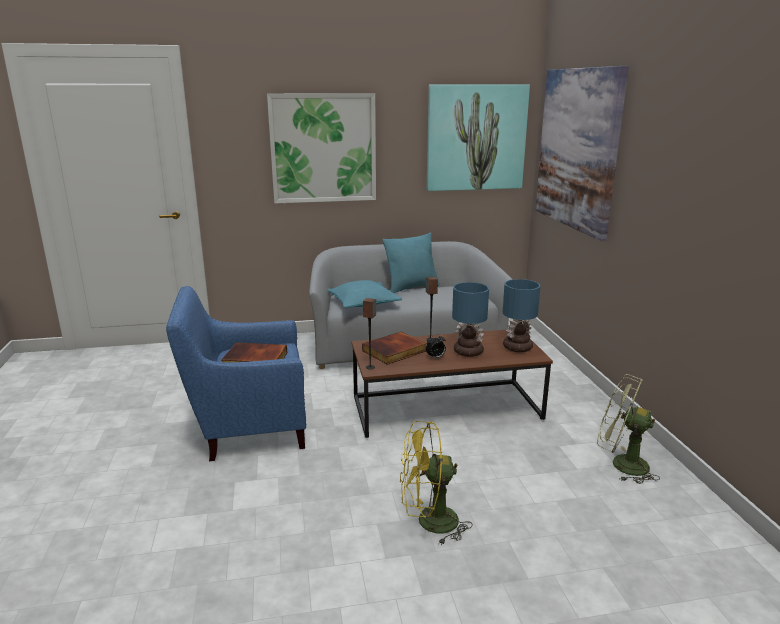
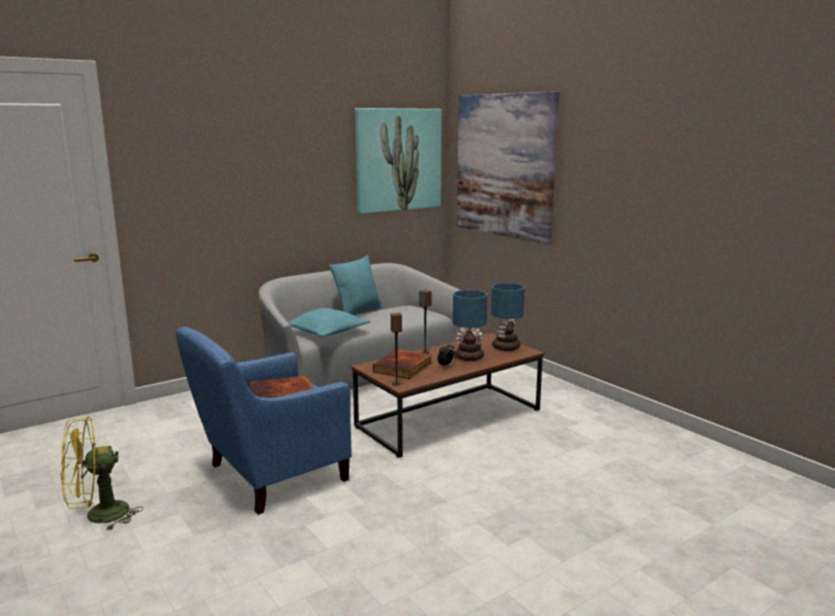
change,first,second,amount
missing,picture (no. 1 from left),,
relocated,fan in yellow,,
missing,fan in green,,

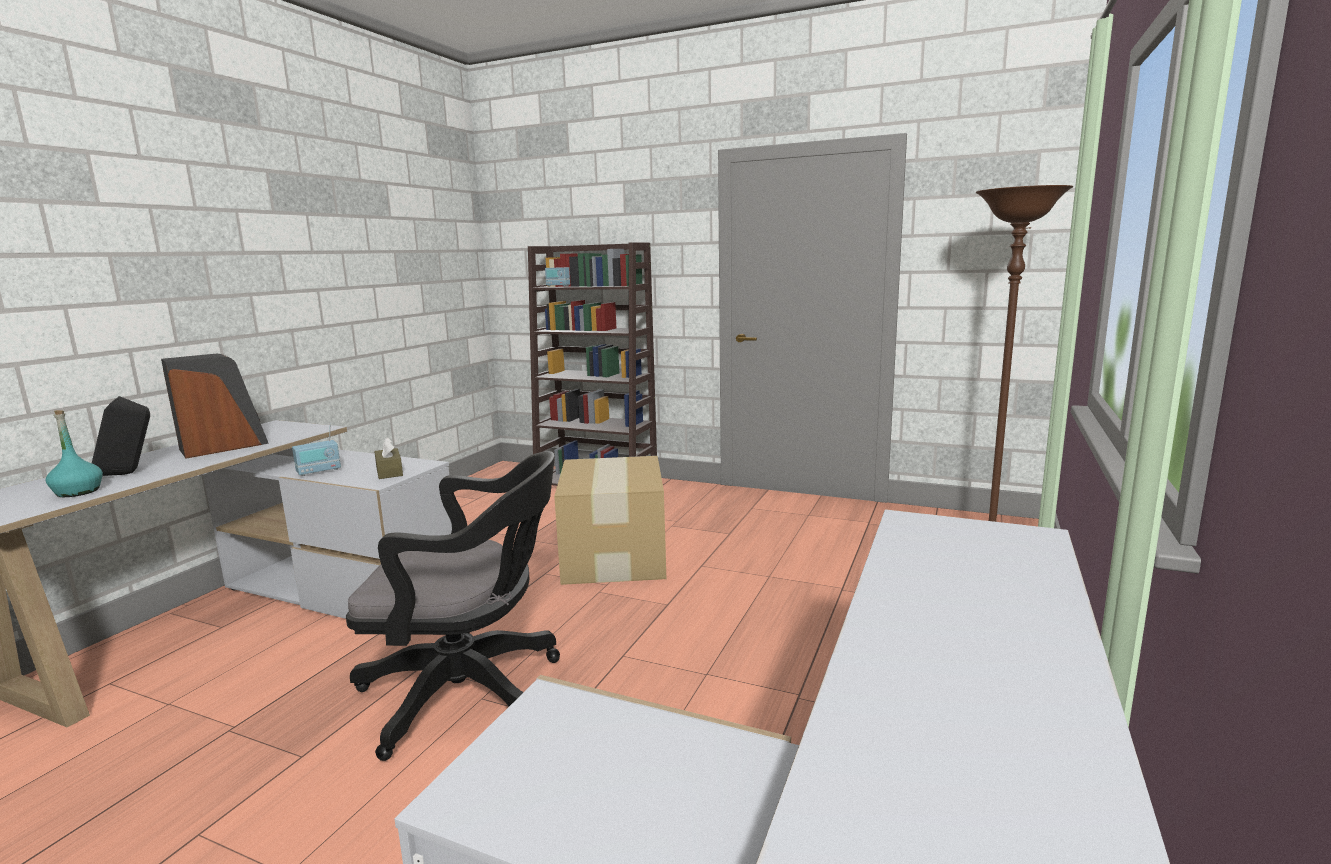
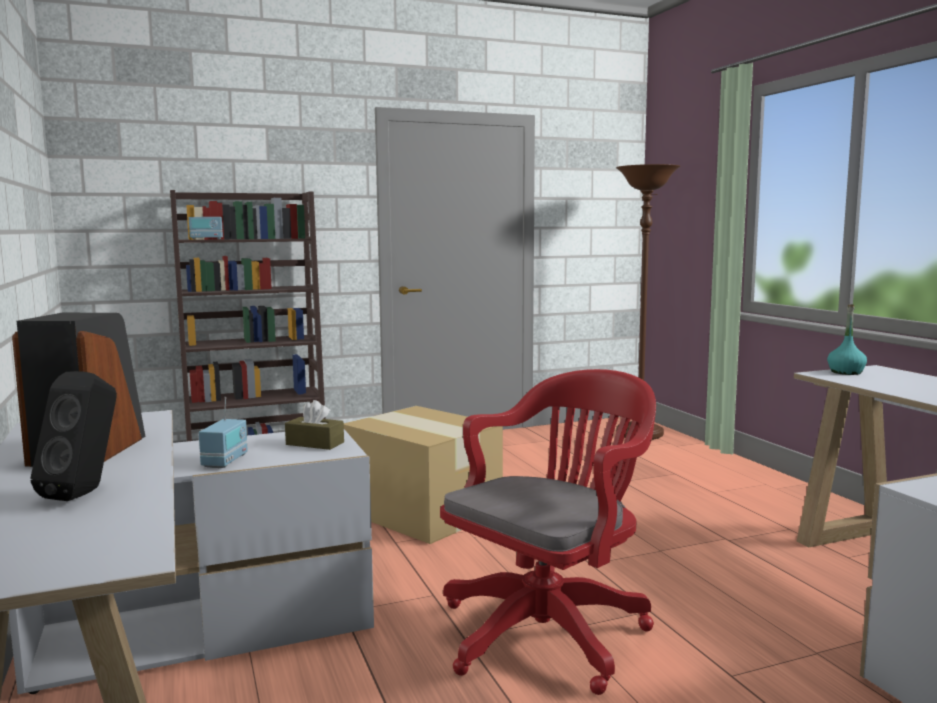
change,first,second,amount
relocated,bottle in turquoise,,
colour,office chair in black,office chair in red,

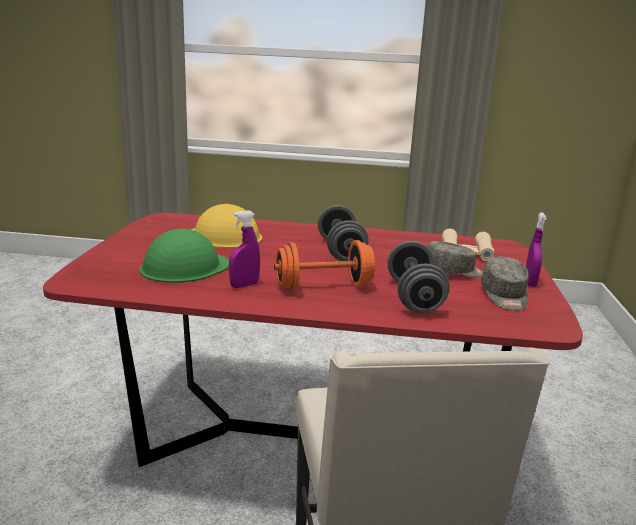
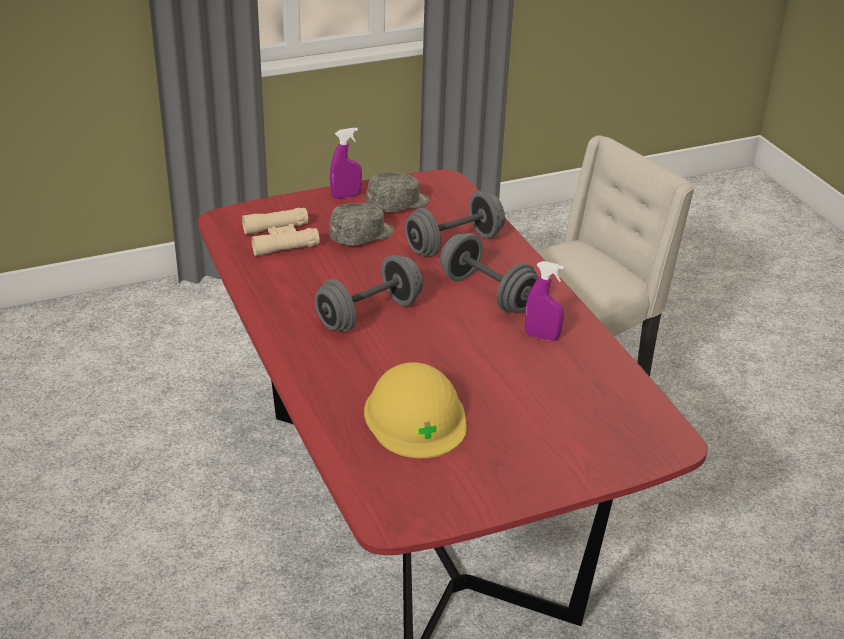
change,first,second,amount
missing,hard hat in green,,
colour,dumbbell in orange,dumbbell in grey (no. 3 from left),
spun,cap in grey (no. 1 from left),,90 degrees clockwise

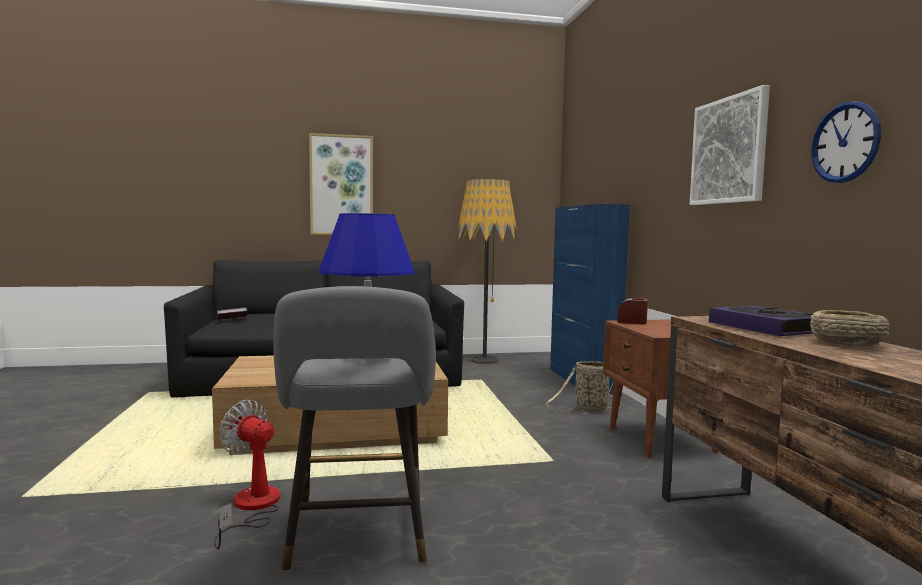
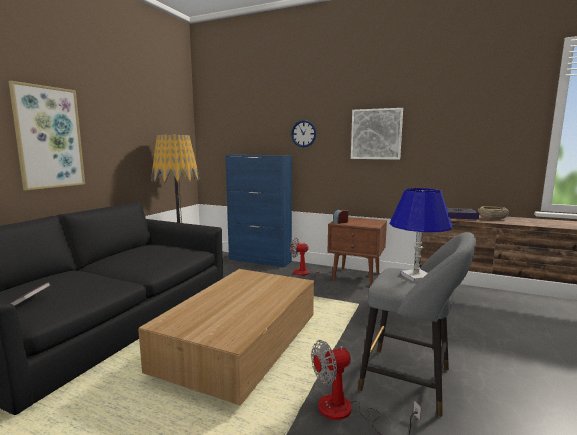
change,first,second,amount
exchanged,basket,fan (no. 1 from left),
relocated,wall clock,,

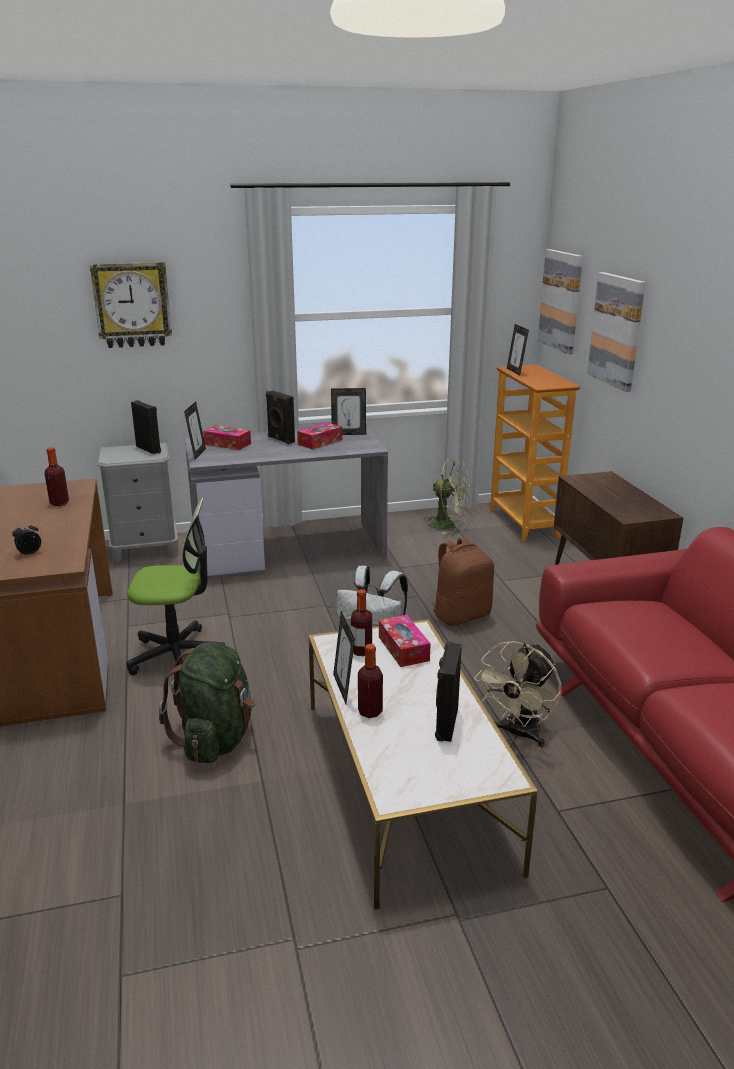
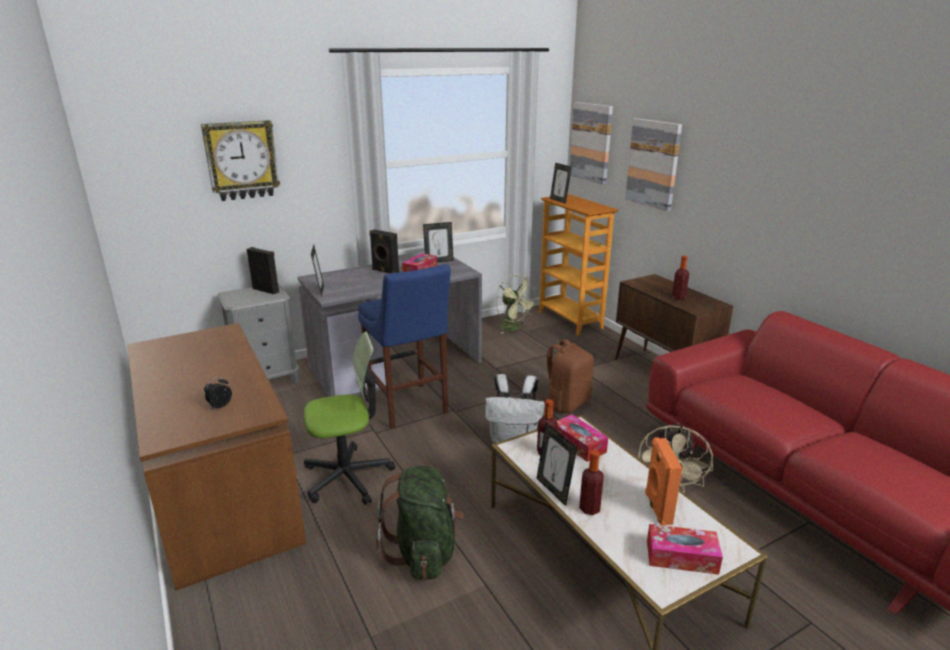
change,first,second,amount
relocated,bottle (no. 1 from left in the first image),bottle (no. 3 from left),
relocated,tissue box (no. 1 from left in the first image),tissue box (no. 3 from left),
spun,fan in green,,45 degrees clockwise
colour,speaker in black (no. 3 from left),speaker in orange,
appeared,,stool in blue,

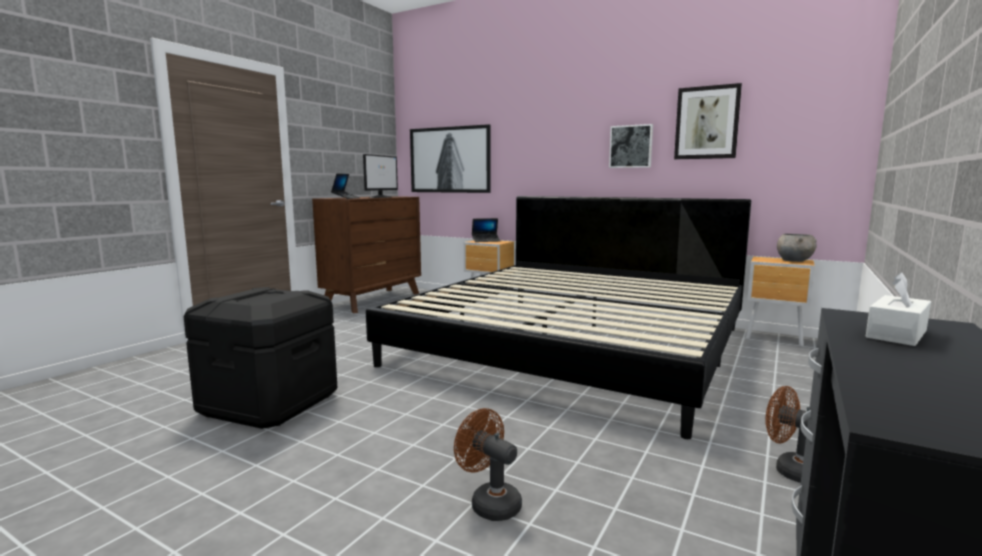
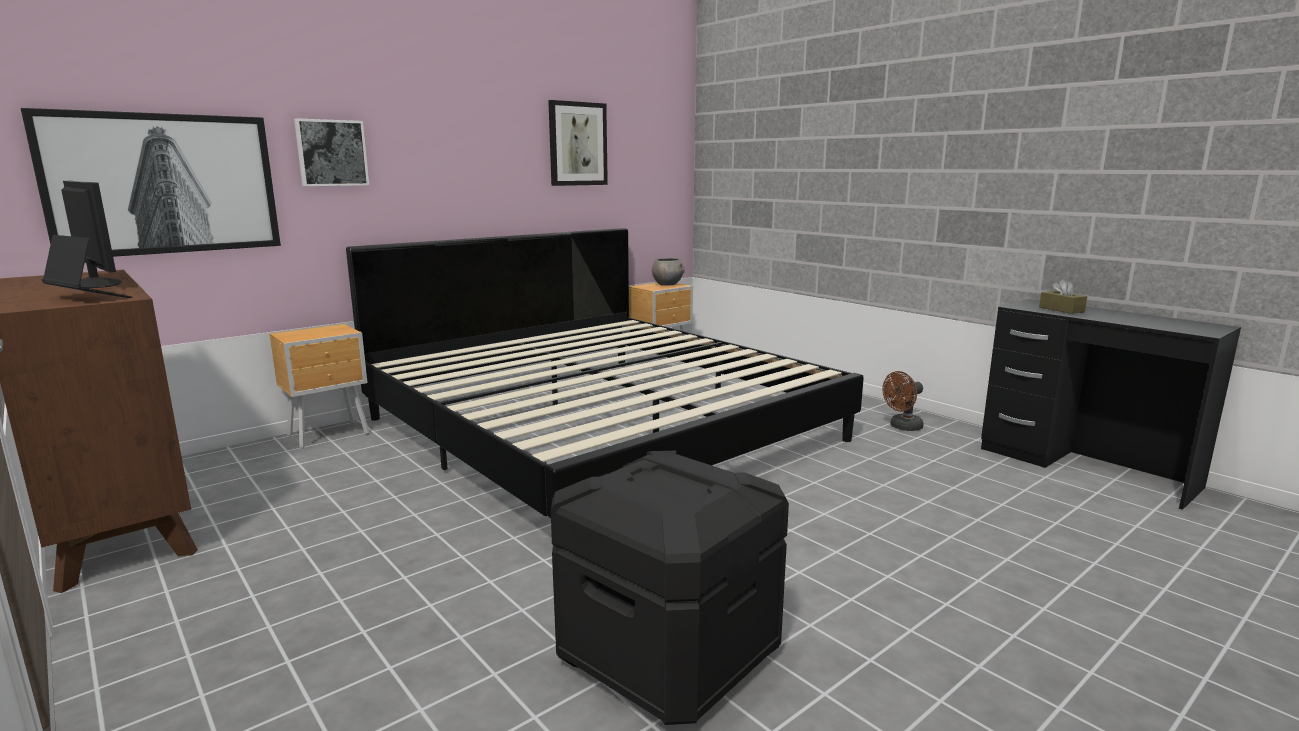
change,first,second,amount
missing,fan in brown (no. 1 from left),,
missing,laptop (no. 2 from left),,
relocated,picture (no. 2 from left),,
colour,tissue box in white,tissue box in brown,

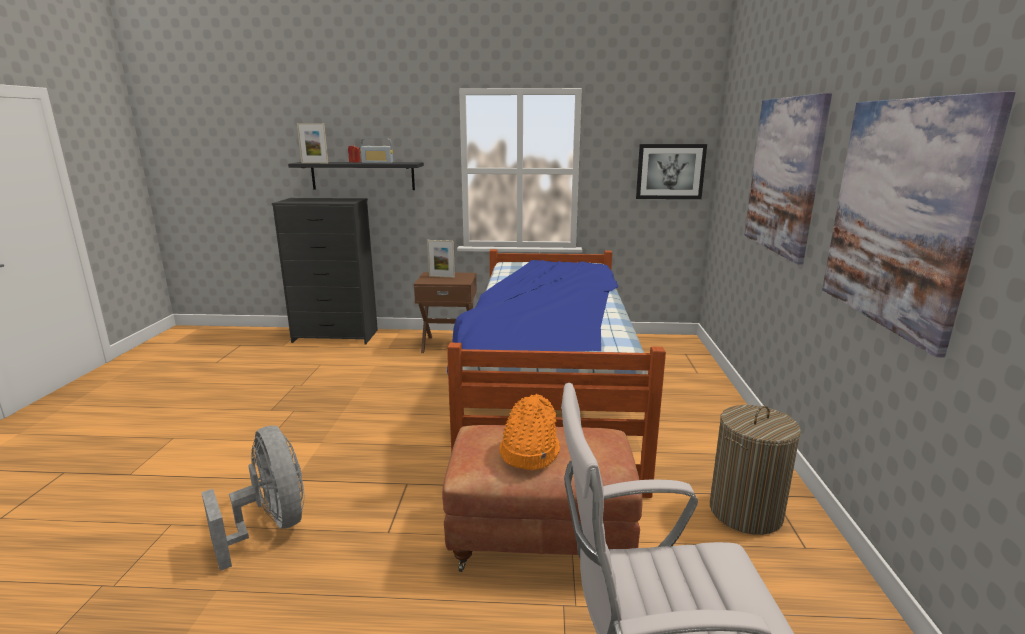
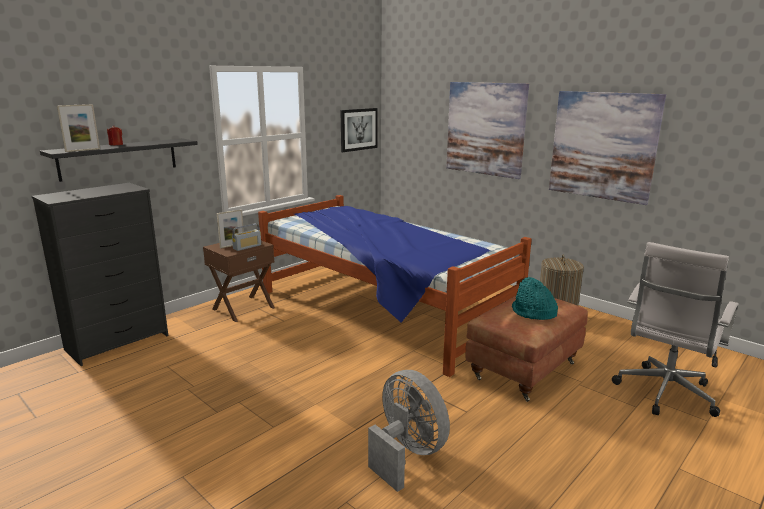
change,first,second,amount
spun,fan in grey,,45 degrees clockwise
relocated,radio,,
colour,hat in orange,hat in turquoise,

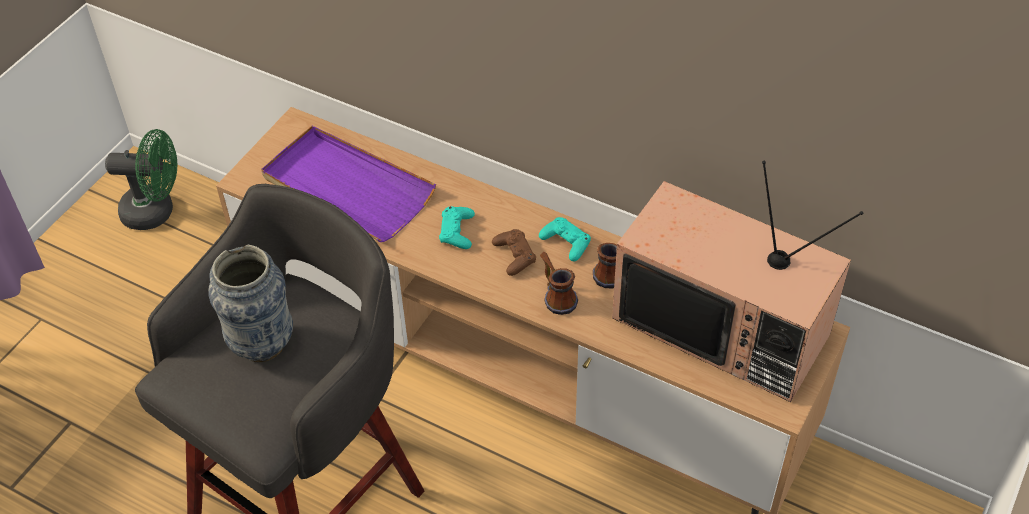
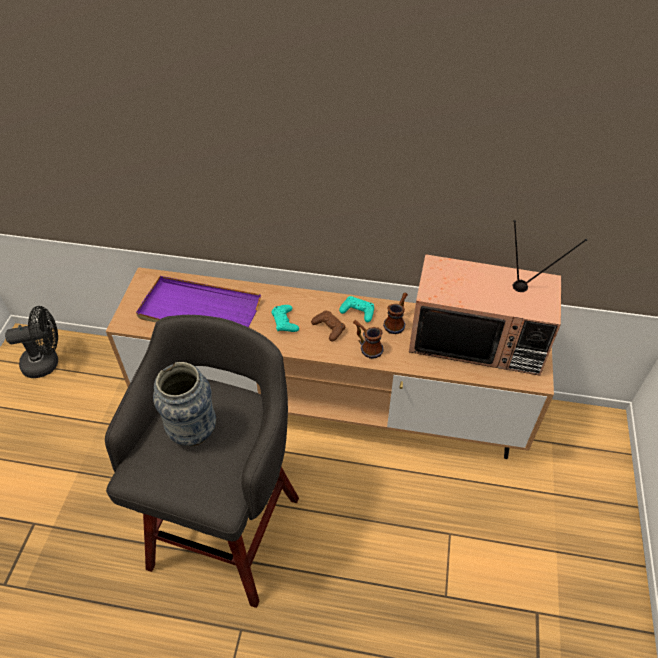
change,first,second,amount
colour,fan in green,fan in black,

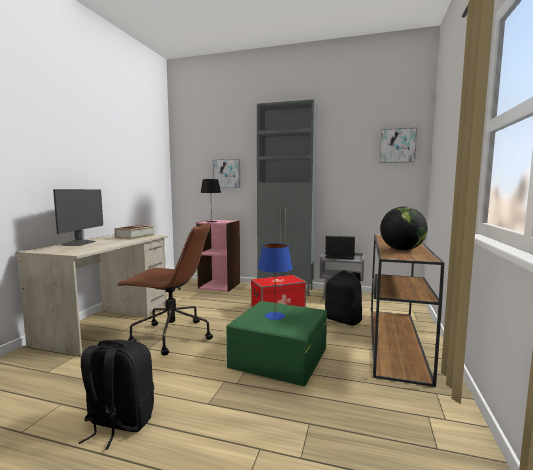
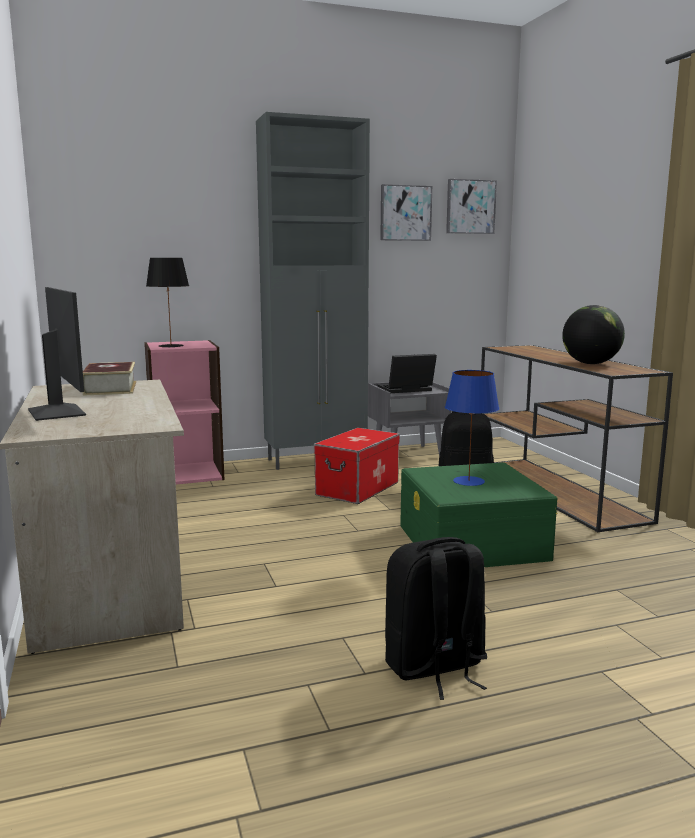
change,first,second,amount
missing,office chair in brown,,
relocated,picture (no. 1 from left),,

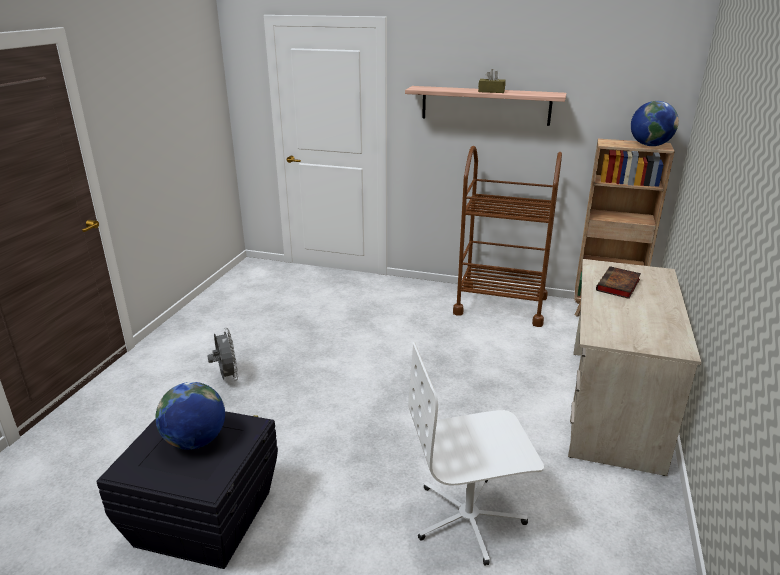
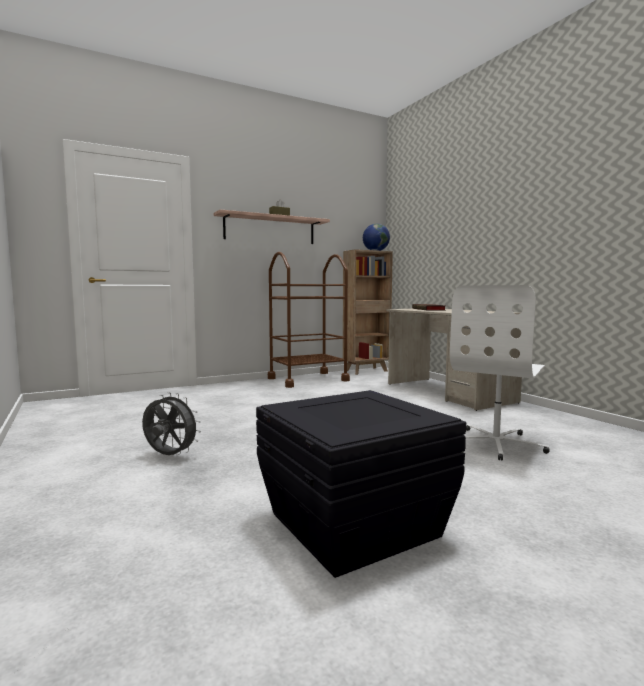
change,first,second,amount
missing,globe (no. 1 from left),,

